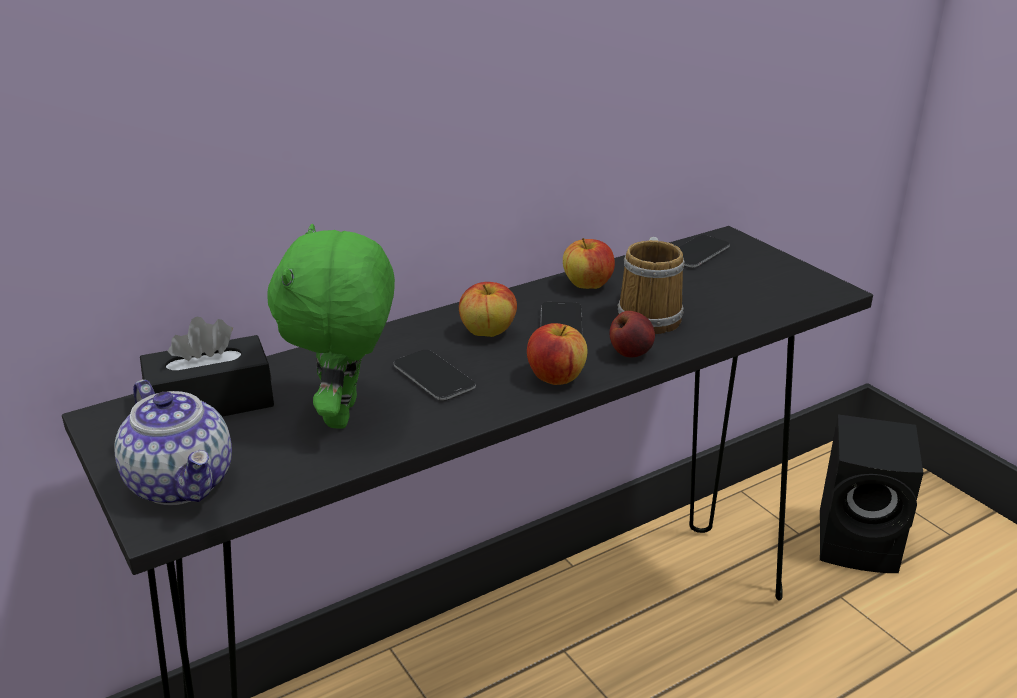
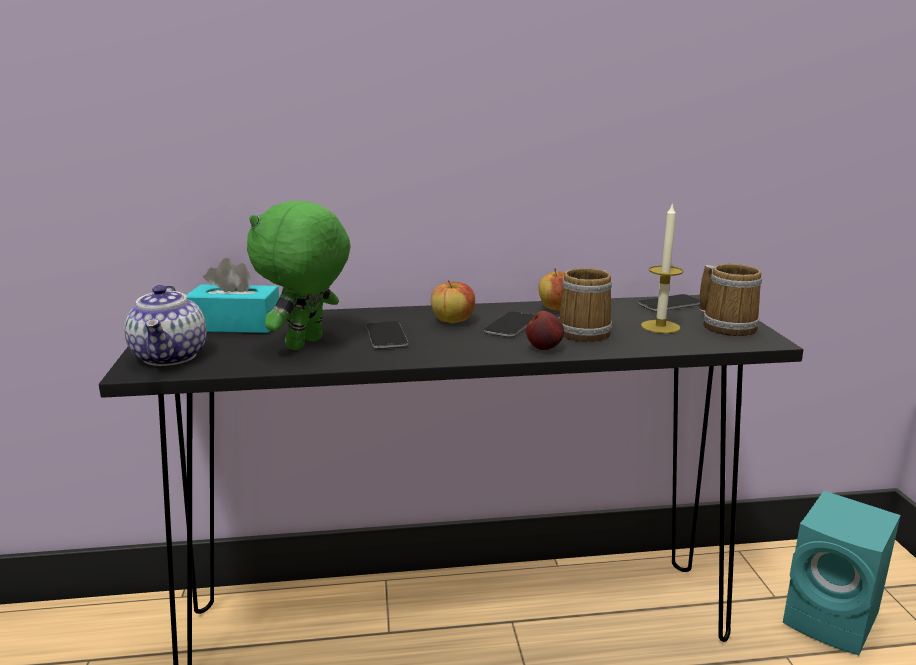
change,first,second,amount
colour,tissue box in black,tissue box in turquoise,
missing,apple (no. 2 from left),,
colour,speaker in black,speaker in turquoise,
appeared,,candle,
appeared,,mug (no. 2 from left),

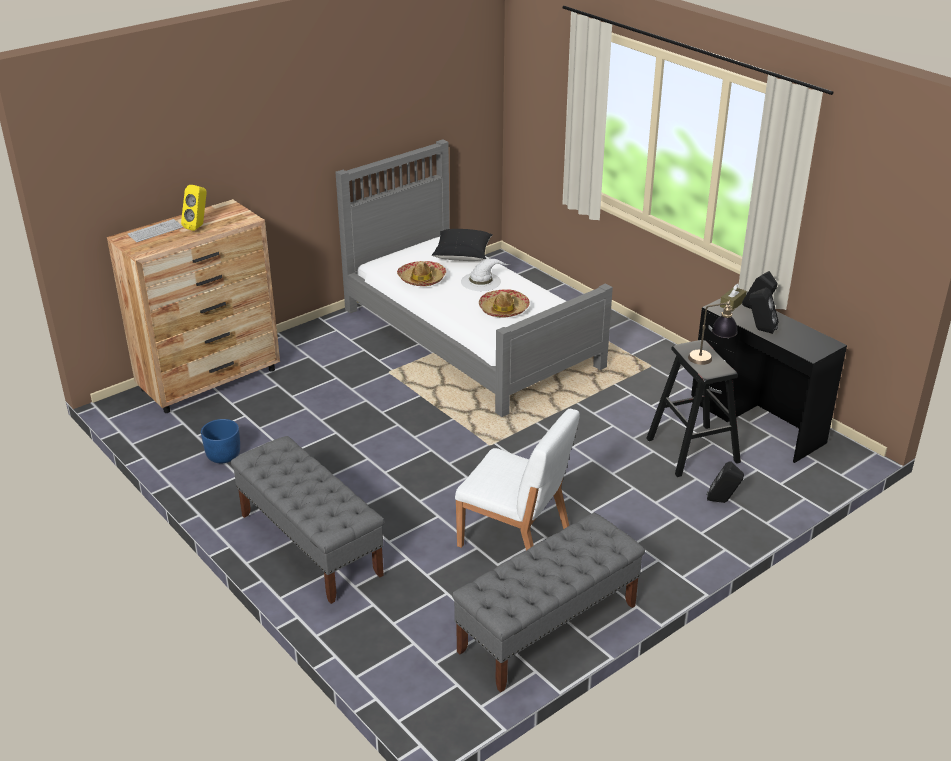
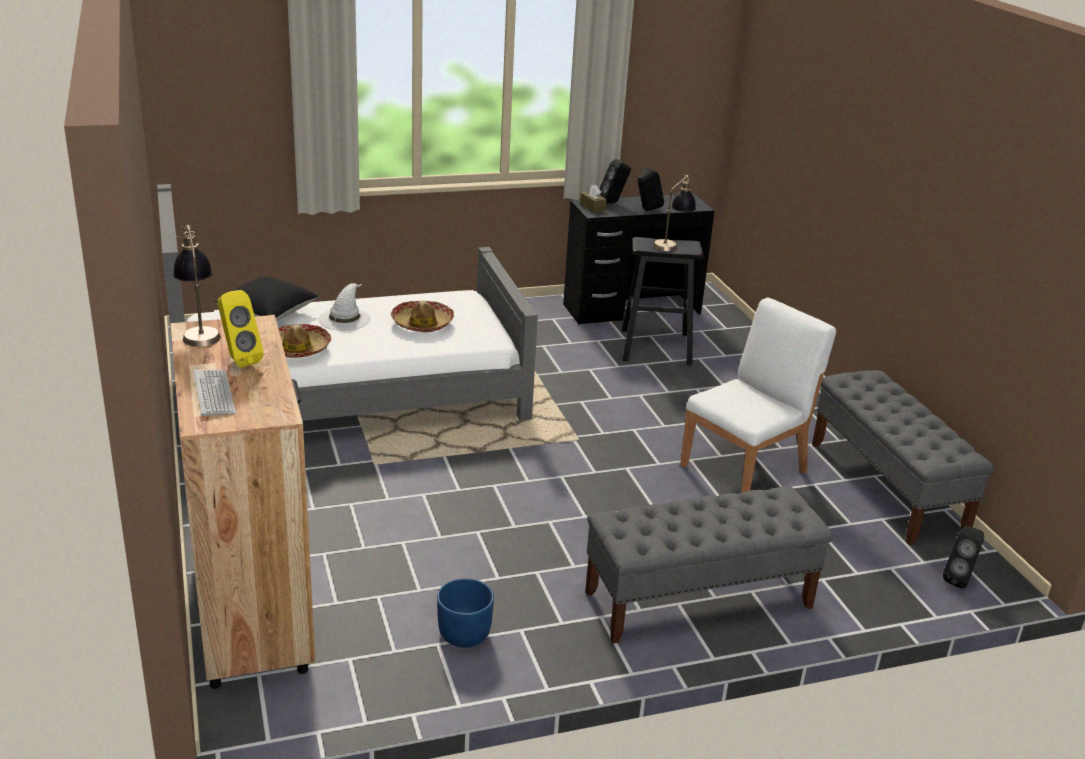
change,first,second,amount
relocated,speaker in black (no. 1 from left in the first image),speaker in black (no. 3 from left),
appeared,,table lamp (no. 1 from left),

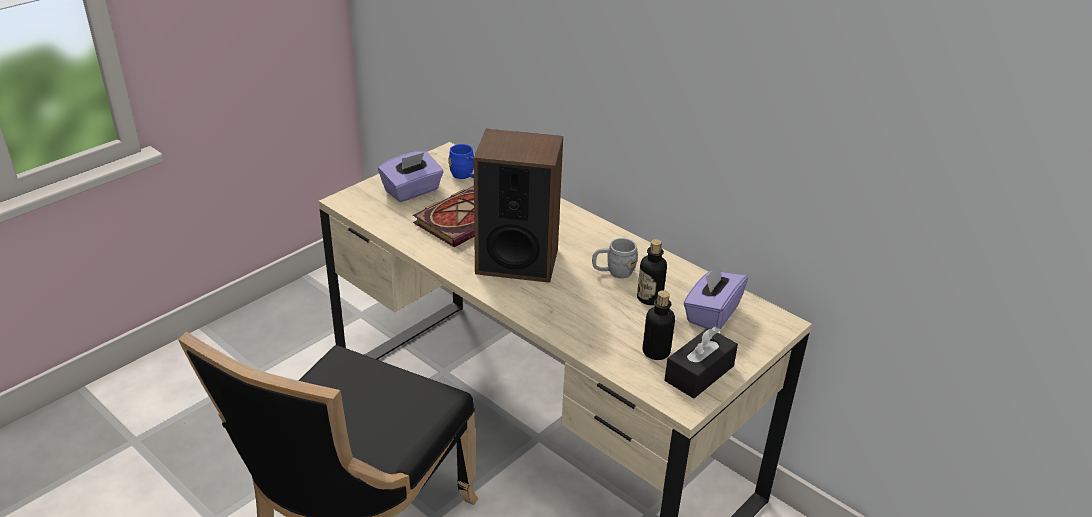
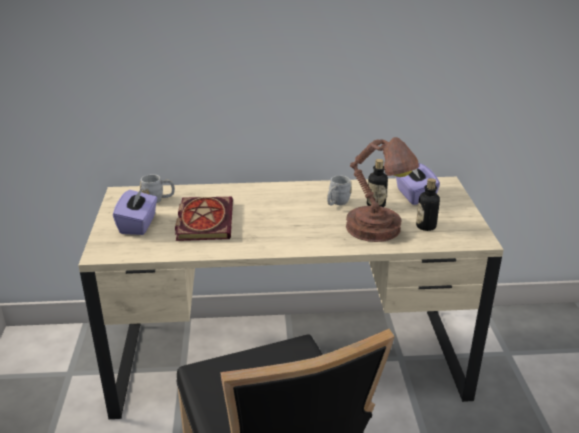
change,first,second,amount
colour,mug in blue,mug in grey (no. 1 from left),
missing,speaker,,
missing,tissue box in black,,
appeared,,table lamp in brown,

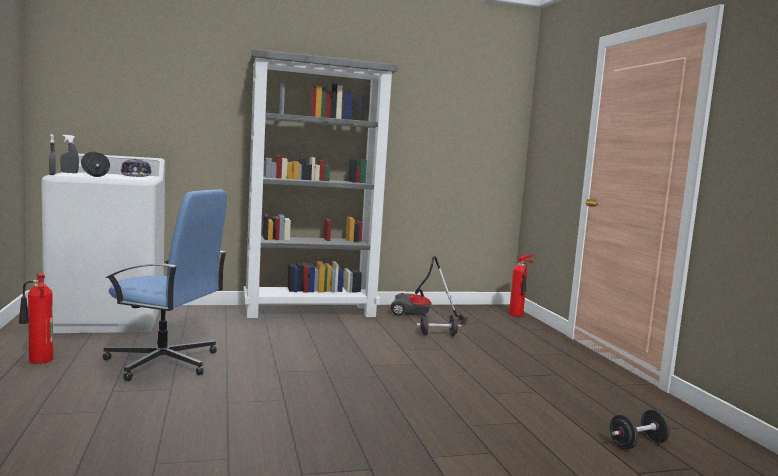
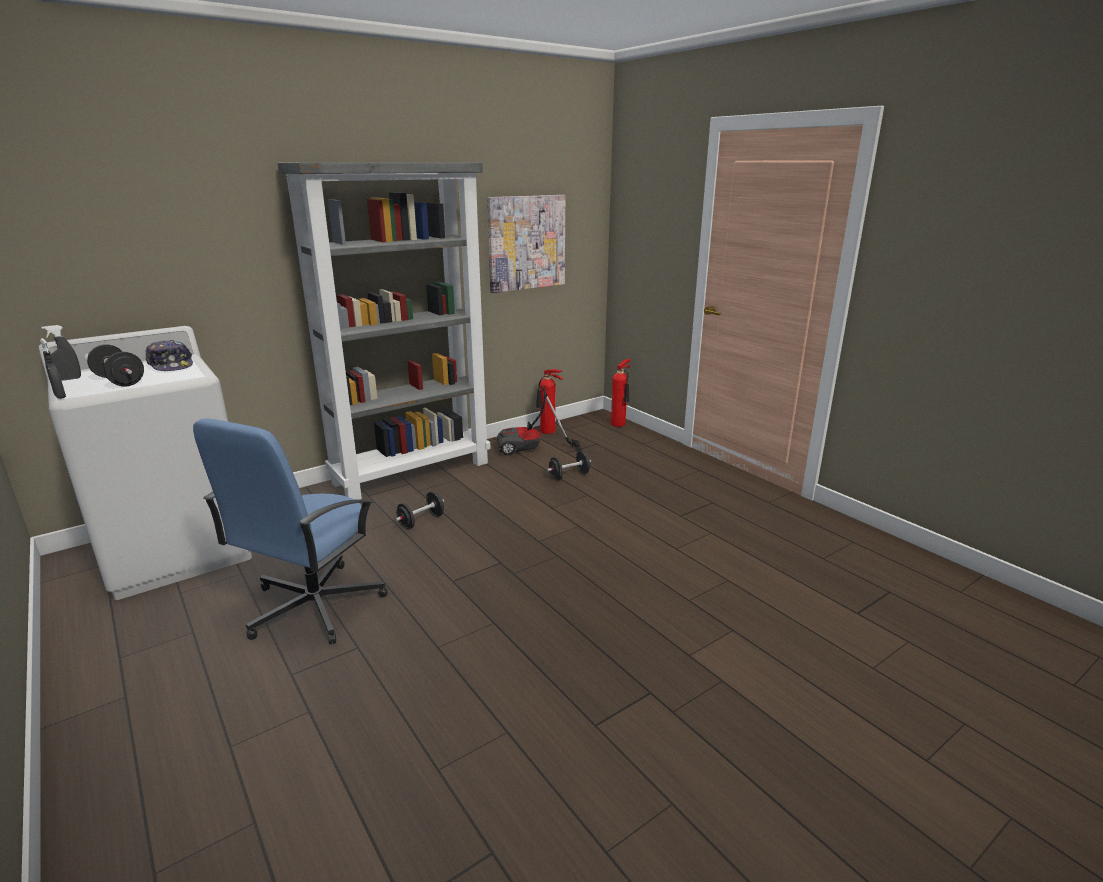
change,first,second,amount
relocated,fire extinguisher (no. 1 from left),,
spun,office chair in blue,,120 degrees clockwise
relocated,dumbbell in black (no. 3 from left in the first image),dumbbell in black (no. 2 from left),
appeared,,picture,

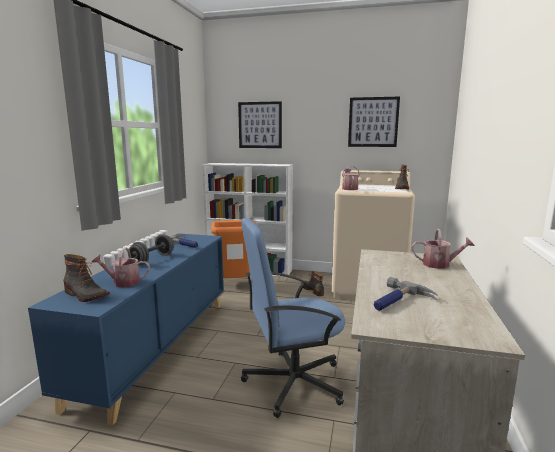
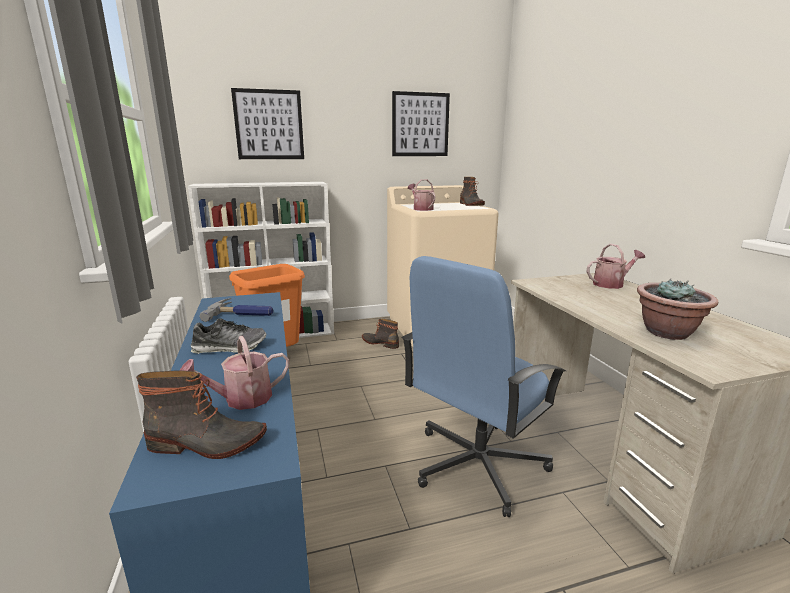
change,first,second,amount
exchanged,dumbbell in grey,shoe,
exchanged,hammer (no. 2 from left),potted plant,

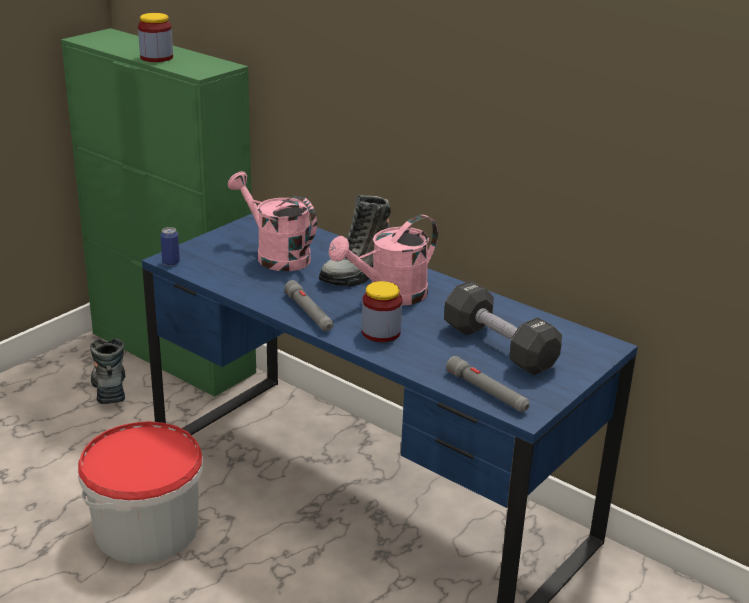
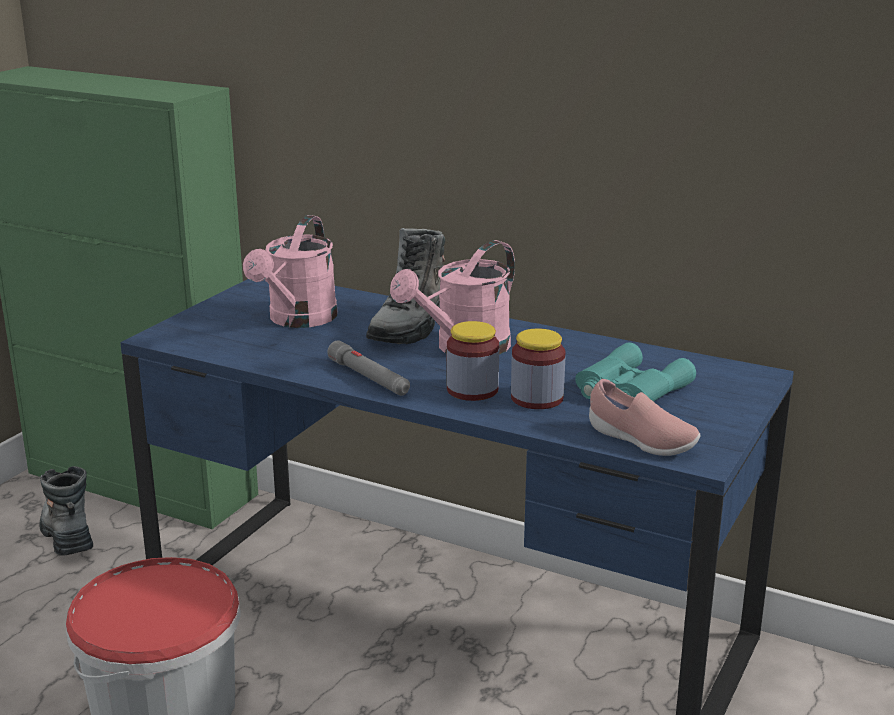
change,first,second,amount
relocated,jar (no. 1 from left in the first image),jar (no. 2 from left),
missing,can,,
spun,watering can in pink (no. 1 from left),,105 degrees counterclockwise
exchanged,dumbbell in black,binoculars in turquoise,
exchanged,flashlight in grey (no. 2 from left),shoe in pink,

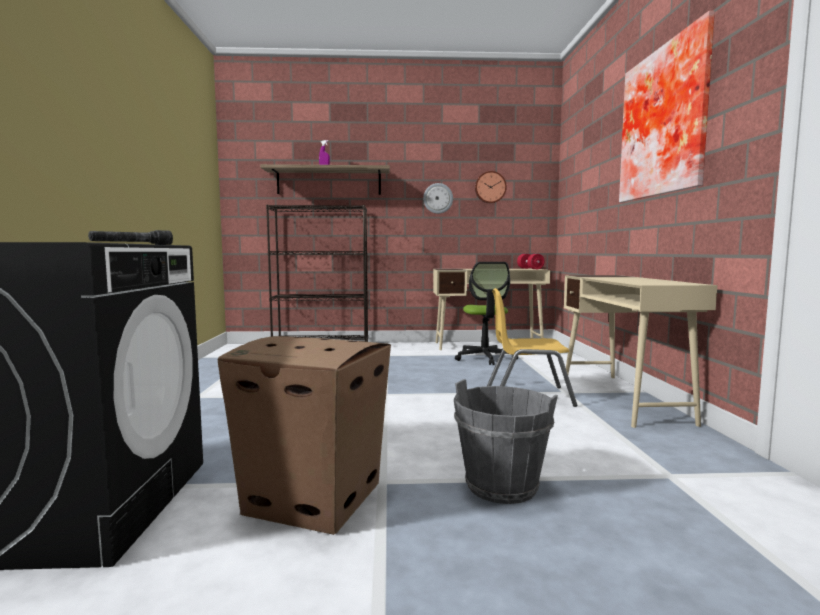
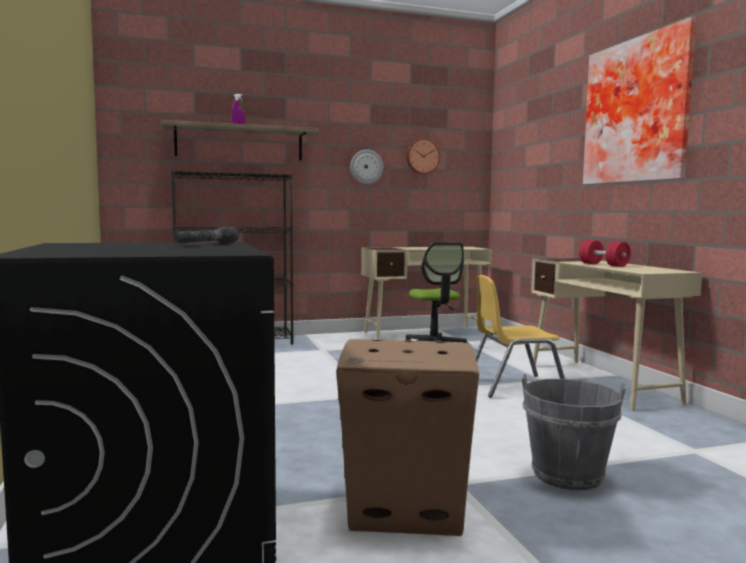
change,first,second,amount
relocated,dumbbell in red,,

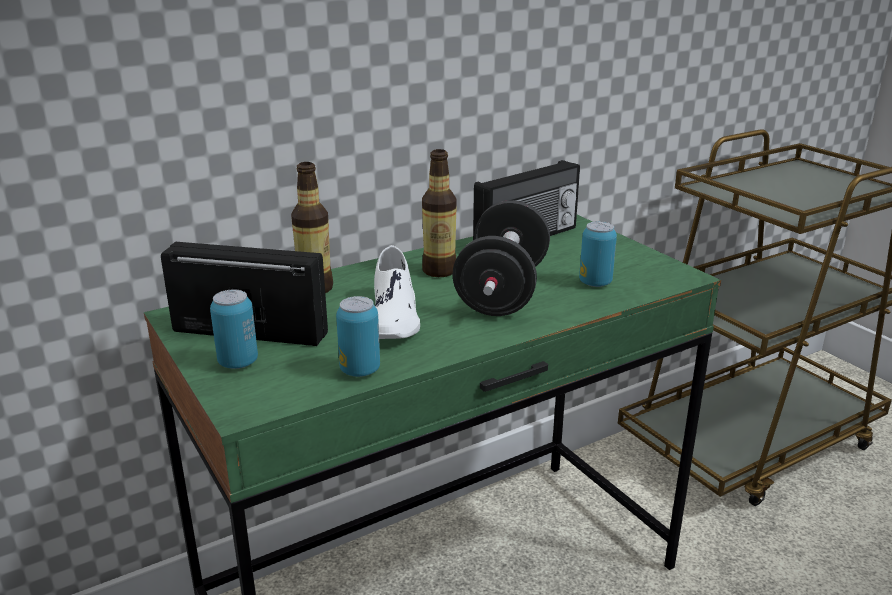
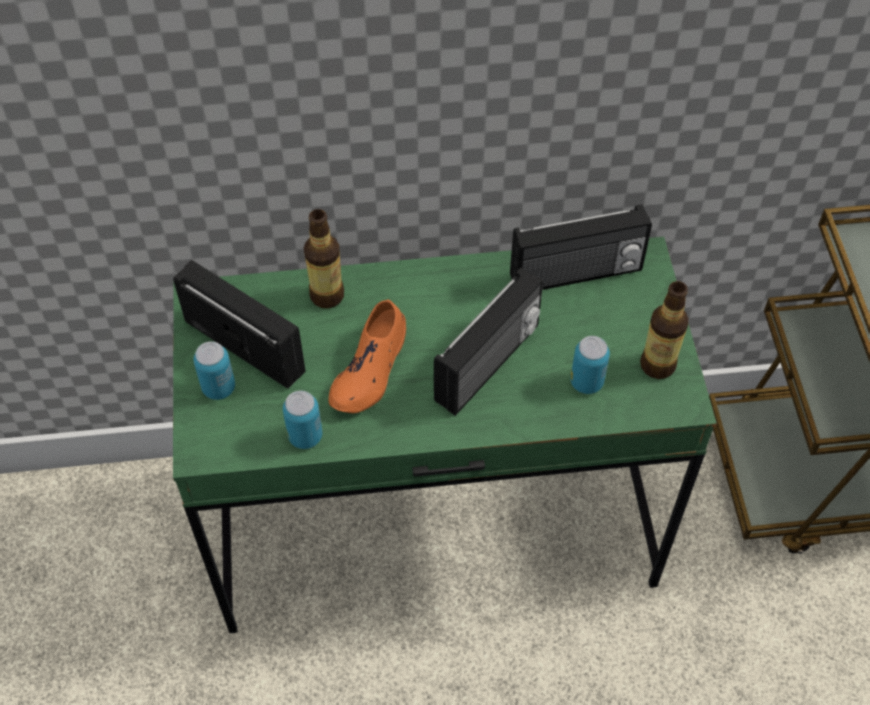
change,first,second,amount
colour,shoe in white,shoe in orange,
relocated,bottle (no. 2 from left),,
exchanged,dumbbell in black,radio (no. 2 from left),

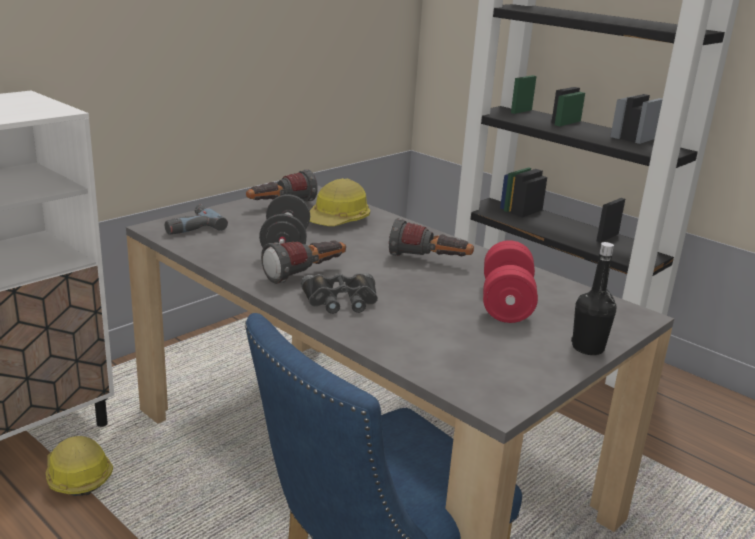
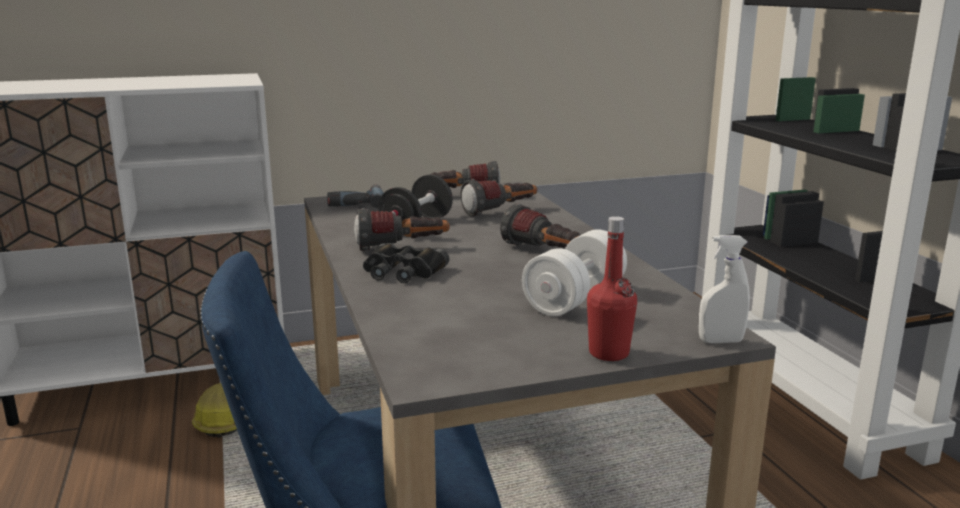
change,first,second,amount
exchanged,hard hat (no. 2 from left),flashlight (no. 3 from left),
colour,dumbbell in red,dumbbell in white,
colour,bottle in black,bottle in red,
appeared,,spray bottle in white,

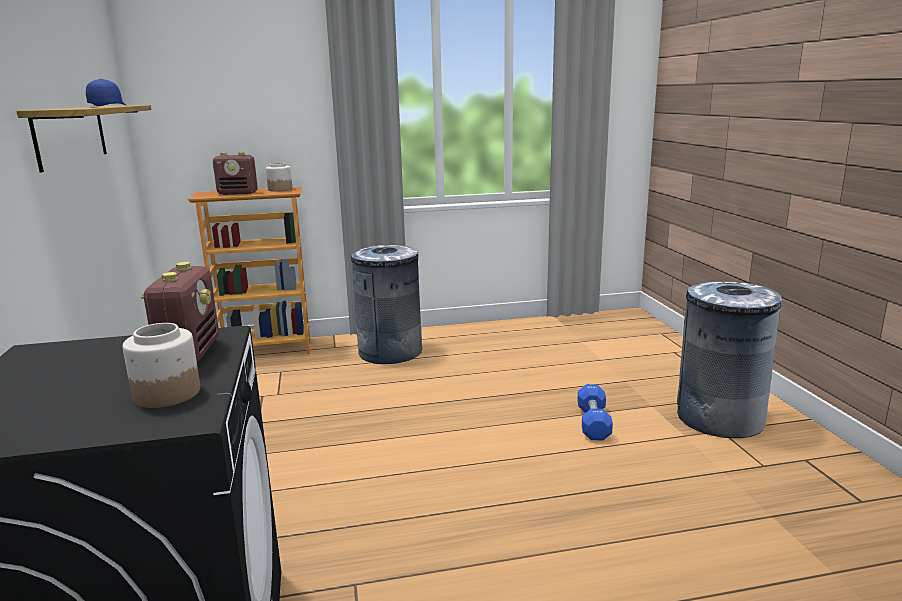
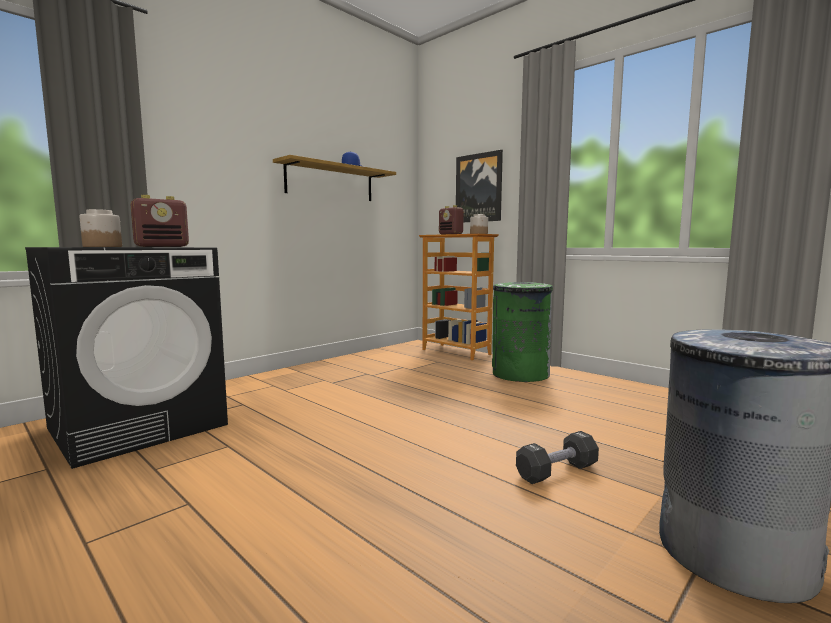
change,first,second,amount
colour,trash can in grey (no. 1 from left),trash can in green,
colour,dumbbell in blue,dumbbell in black,
appeared,,picture,

